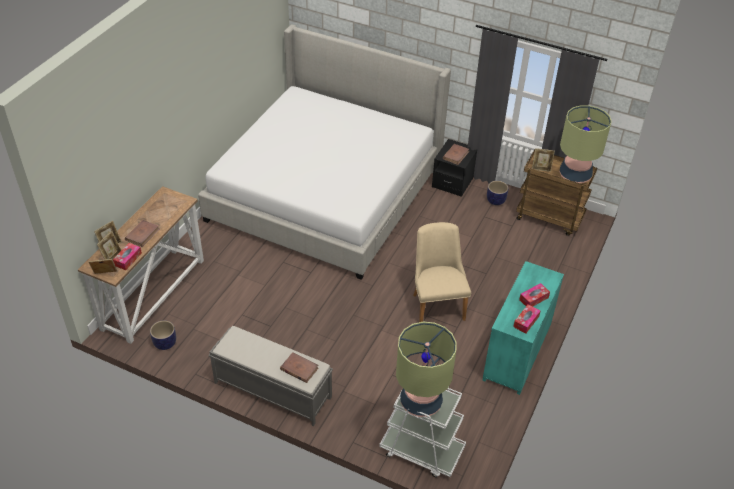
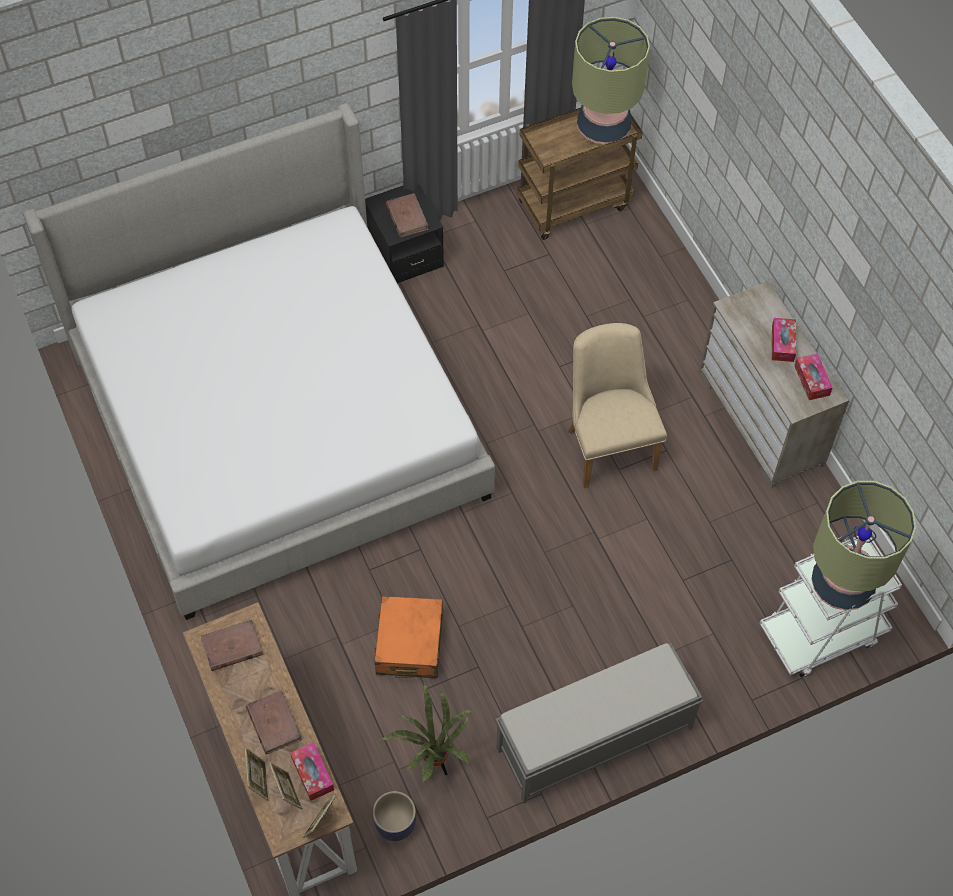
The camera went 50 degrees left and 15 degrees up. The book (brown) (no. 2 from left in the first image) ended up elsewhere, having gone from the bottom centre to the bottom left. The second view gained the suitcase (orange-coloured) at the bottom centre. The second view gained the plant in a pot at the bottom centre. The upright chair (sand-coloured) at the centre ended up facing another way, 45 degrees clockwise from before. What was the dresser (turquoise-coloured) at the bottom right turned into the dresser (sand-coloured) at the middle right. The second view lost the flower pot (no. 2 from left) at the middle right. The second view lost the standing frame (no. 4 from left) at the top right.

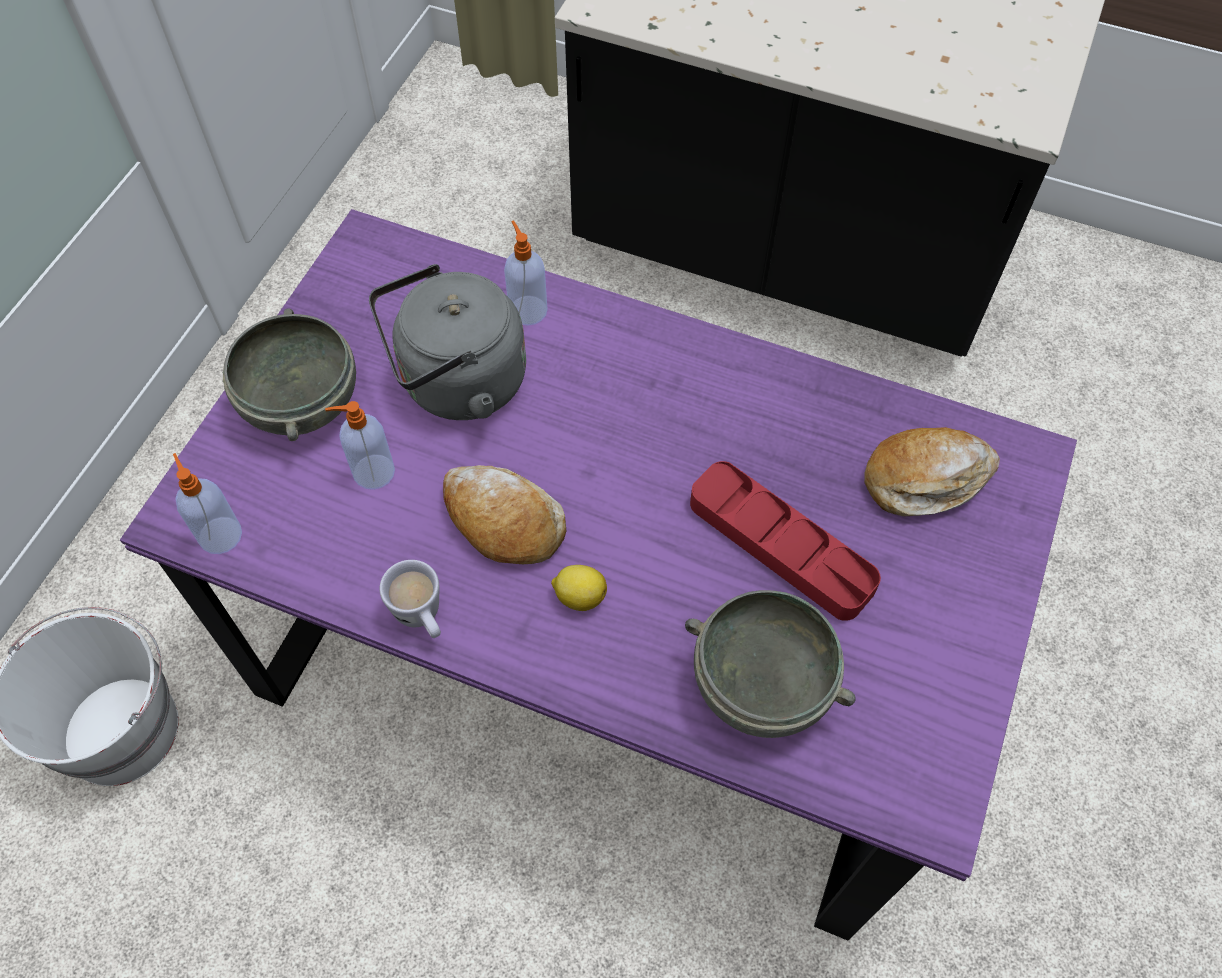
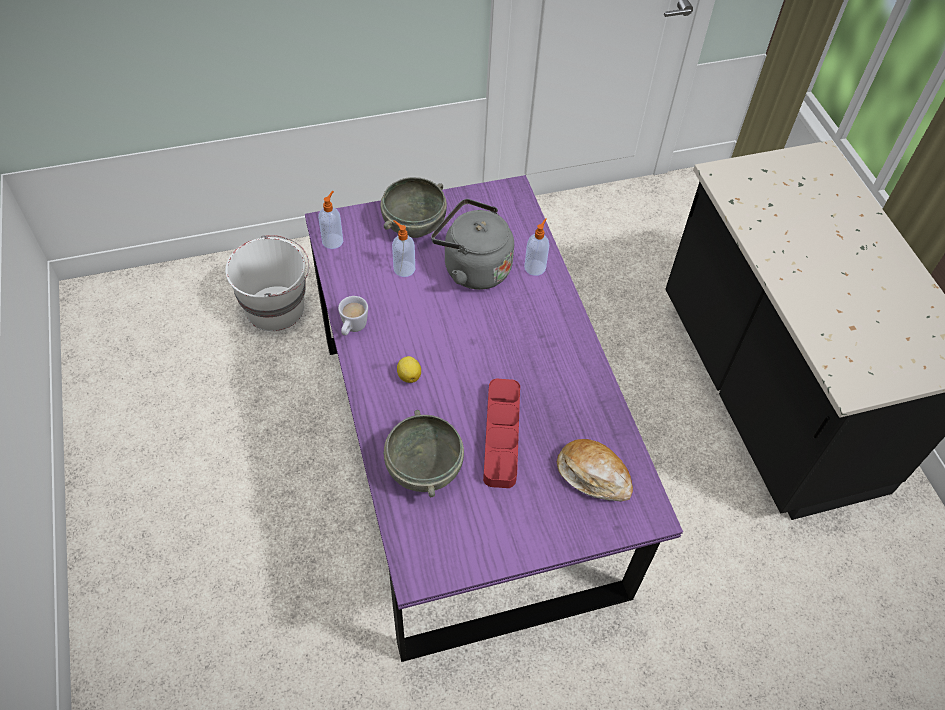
The camera went 50 degrees right and 5 degrees down. The second view lost the bakery bread (no. 1 from left) at the centre.

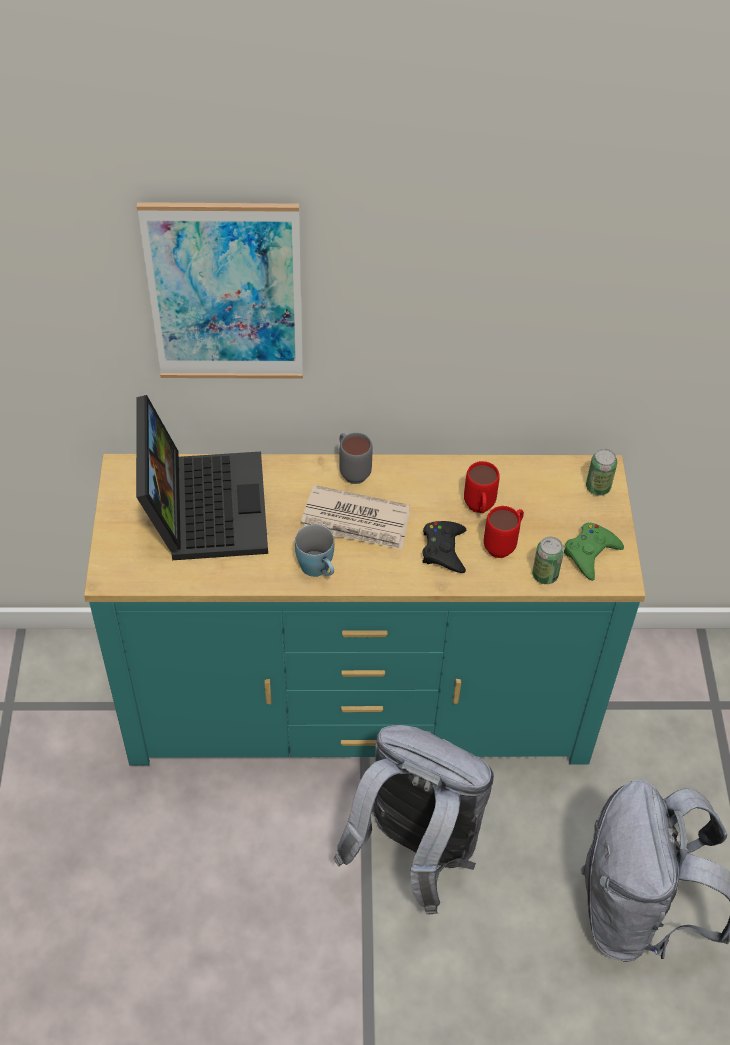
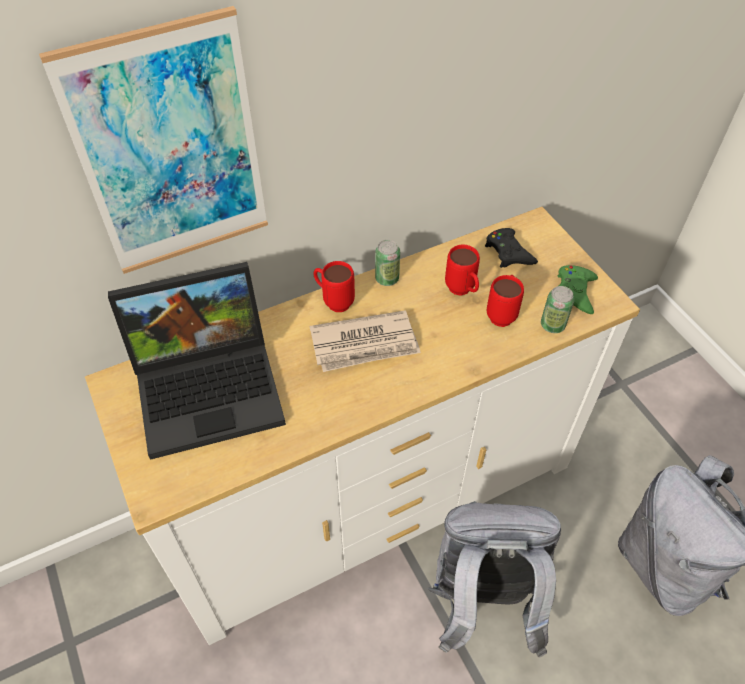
The camera went 25 degrees left and 0 degrees up. What was the dresser (turquoise-coloured) at the centre turned into the dresser (white) at the centre. The laptop at the middle left ended up facing another way, 105 degrees clockwise from before. What was the mug (greyish) at the centre turned into the mug (red-coloured) (no. 1 from left) at the centre. The can (no. 2 from left in the first image) ended up elsewhere, having gone from the middle right to the centre. The game controller (black) ended up elsewhere, having gone from the centre to the middle right. The second view lost the mug (blue) at the centre.

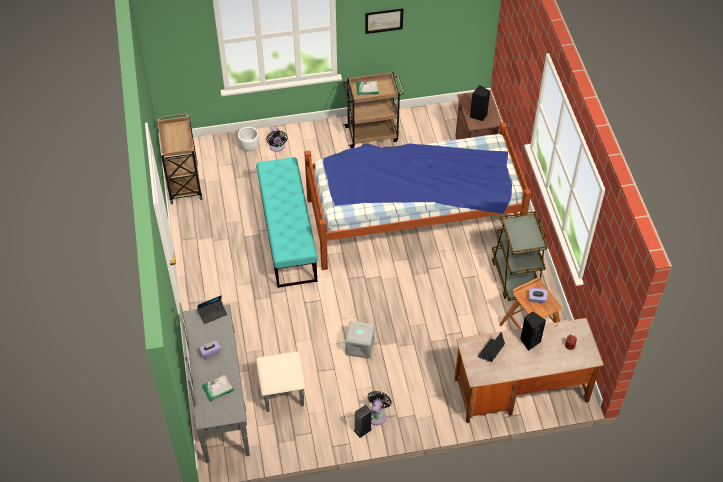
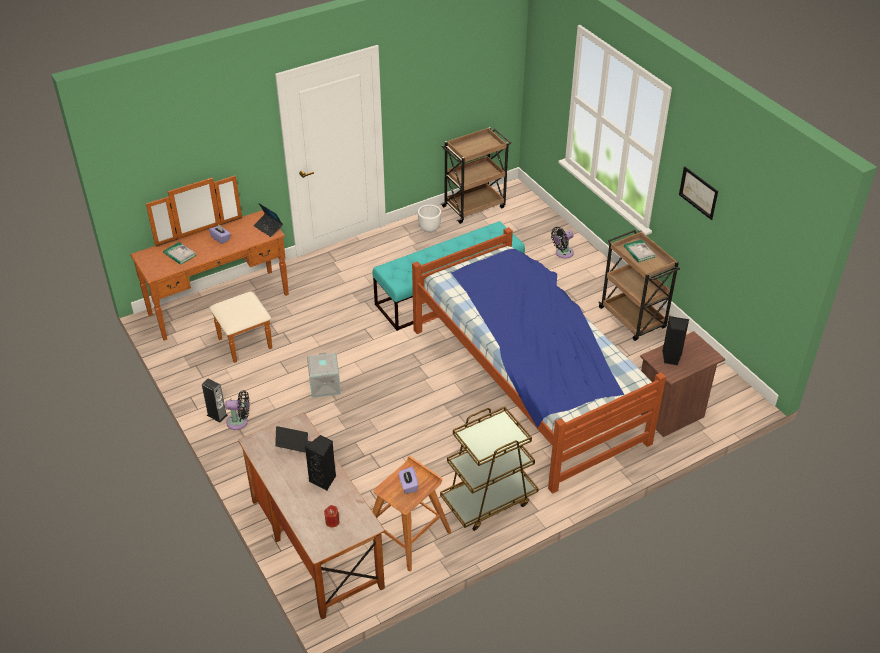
The camera went 70 degrees right and 10 degrees down. What was the dresser (greyish) at the bottom centre turned into the dresser (brown) at the middle left. The flower pot (white) ended up elsewhere, having gone from the top centre to the centre.

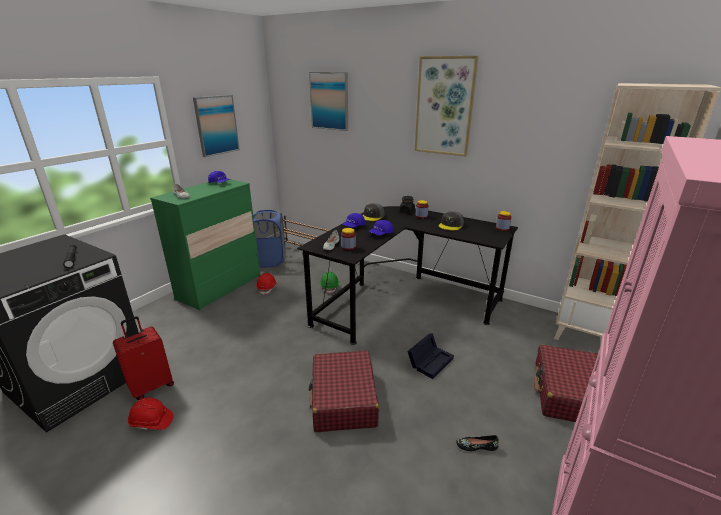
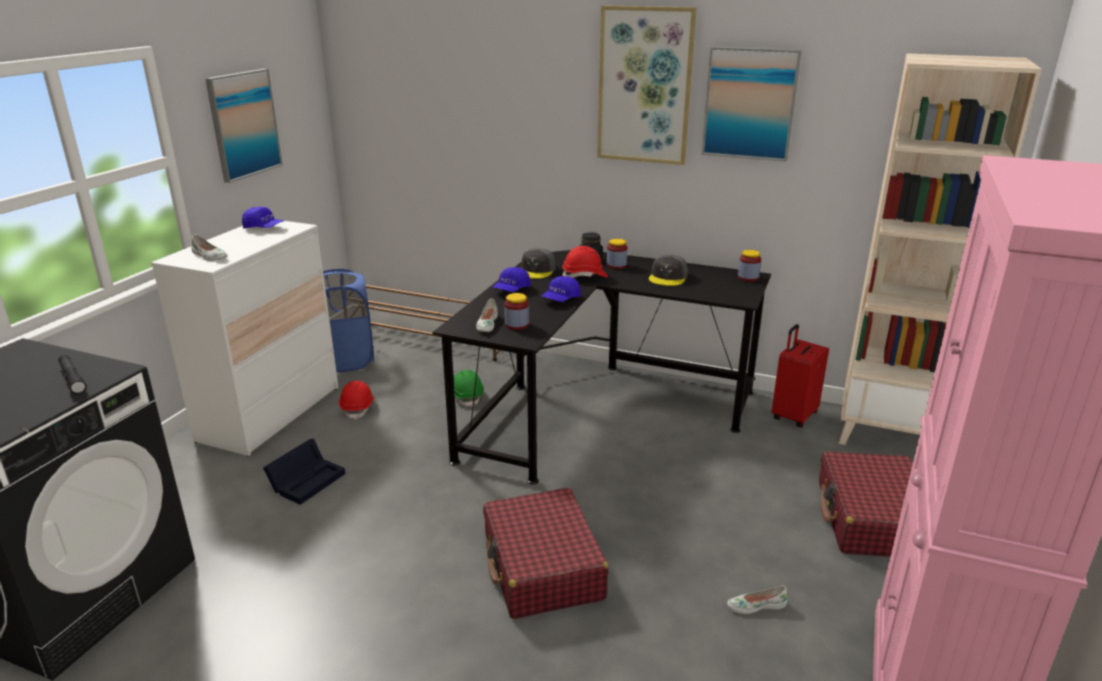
The camera went 10 degrees left and 0 degrees up. What was the dresser (greenish) at the middle left turned into the dresser (white) at the middle left. The storage bin (black) ended up elsewhere, having gone from the bottom centre to the bottom left. The safety helmet (red-coloured) (no. 1 from left in the first image) ended up elsewhere, having gone from the bottom left to the centre. The picture (no. 2 from left in the first image) ended up elsewhere, having gone from the top centre to the top right. What was the low shoe (black) at the bottom centre turned into the low shoe (white) (no. 3 from left) at the bottom right. The suitcase (red-coloured) (no. 1 from left in the first image) ended up elsewhere, having gone from the bottom left to the middle right.

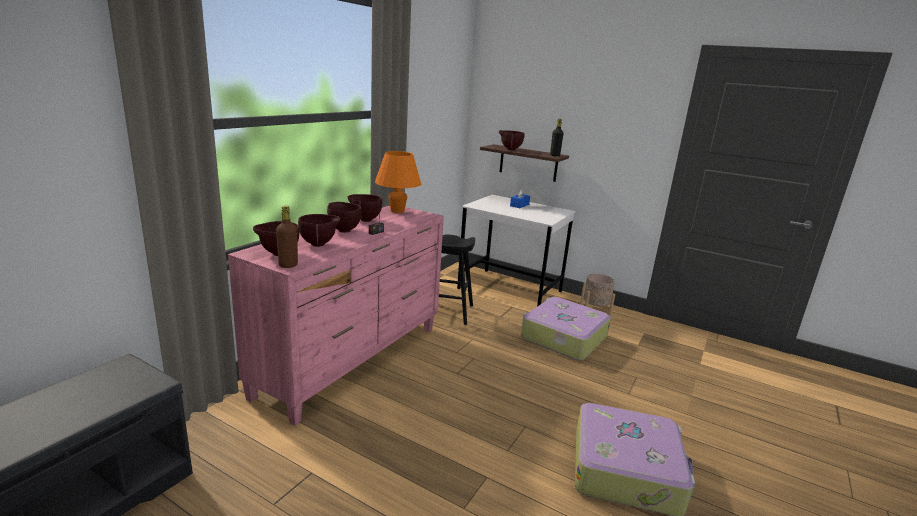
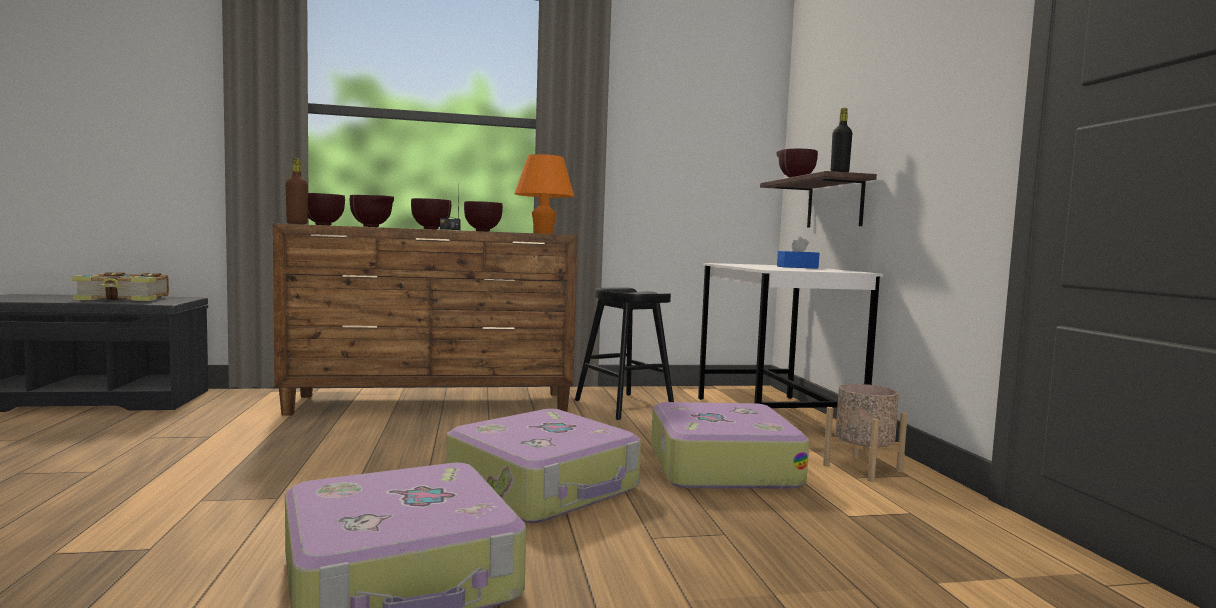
The camera went 50 degrees right and 15 degrees down. The second view gained the book at the middle left. What was the dresser (pinkish) at the centre turned into the dresser (brown) at the centre. The second view gained the suitcase (no. 2 from left) at the bottom centre.

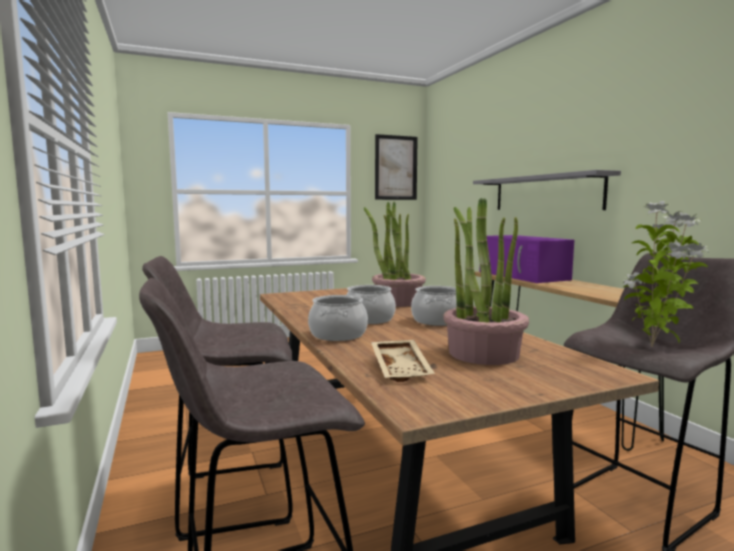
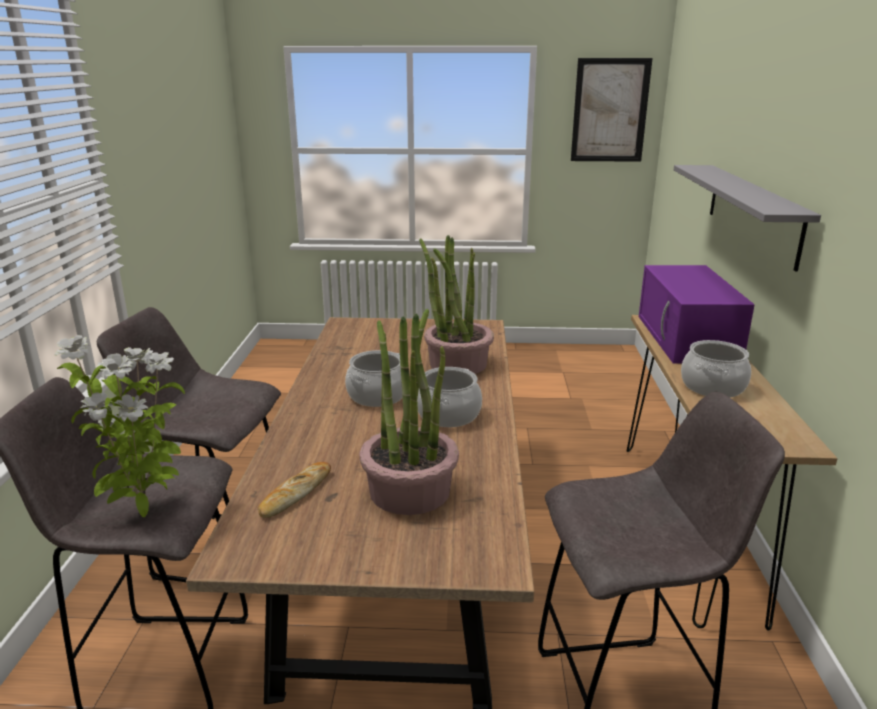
The camera went 25 degrees right and 15 degrees up. The plant in a pot (no. 3 from left in the first image) ended up elsewhere, having gone from the middle right to the middle left. Where the serving tray (sand-coloured) stood at the centre, the bakery bread came to stand at the bottom centre. The stockpot (no. 1 from left in the first image) ended up elsewhere, having gone from the centre to the middle right.

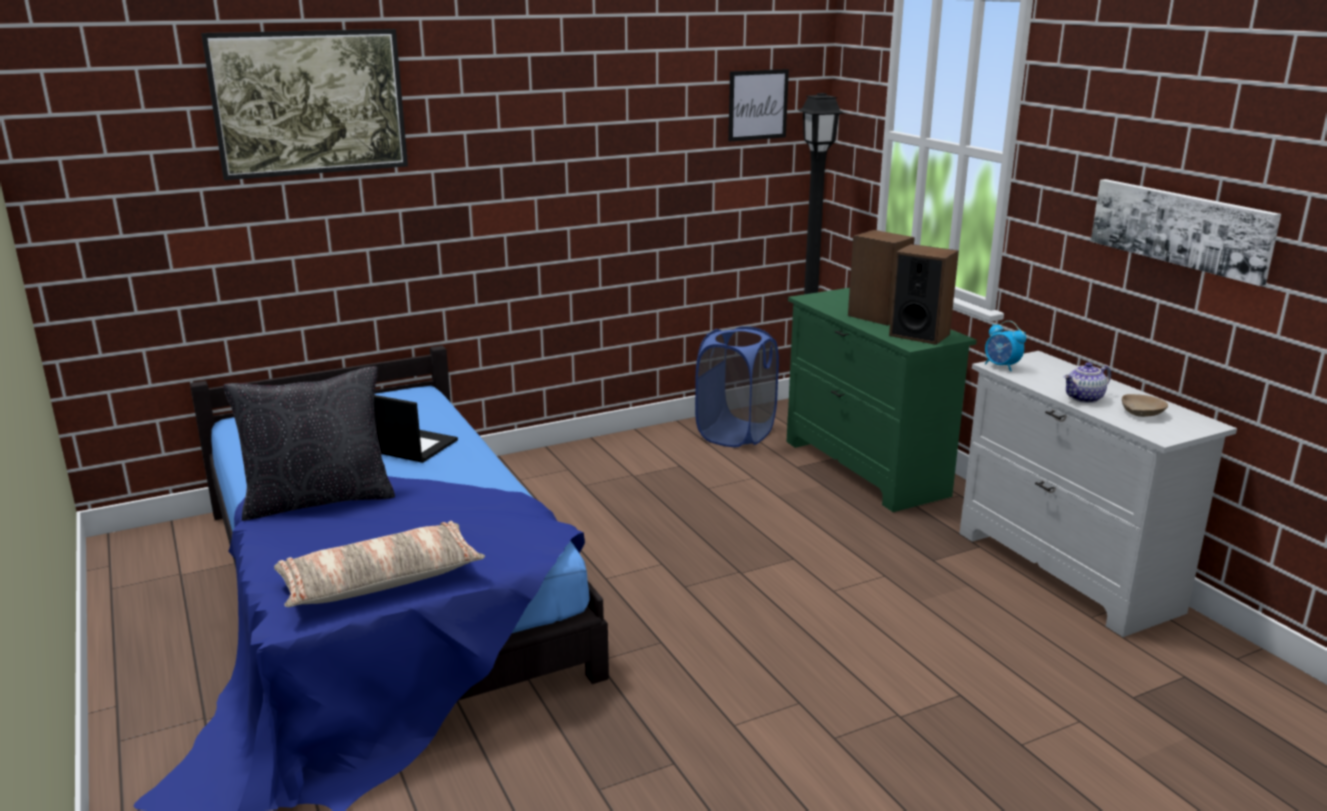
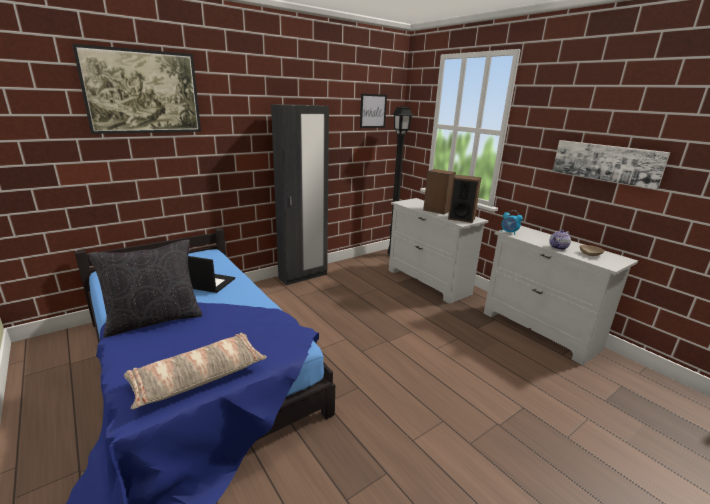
The camera went 10 degrees left and 0 degrees up. The second view gained the clothes cupboard (black) at the centre. What was the dresser (greenish) at the centre turned into the dresser (white) (no. 1 from left) at the centre. The second view lost the hamper (blue) at the centre.

